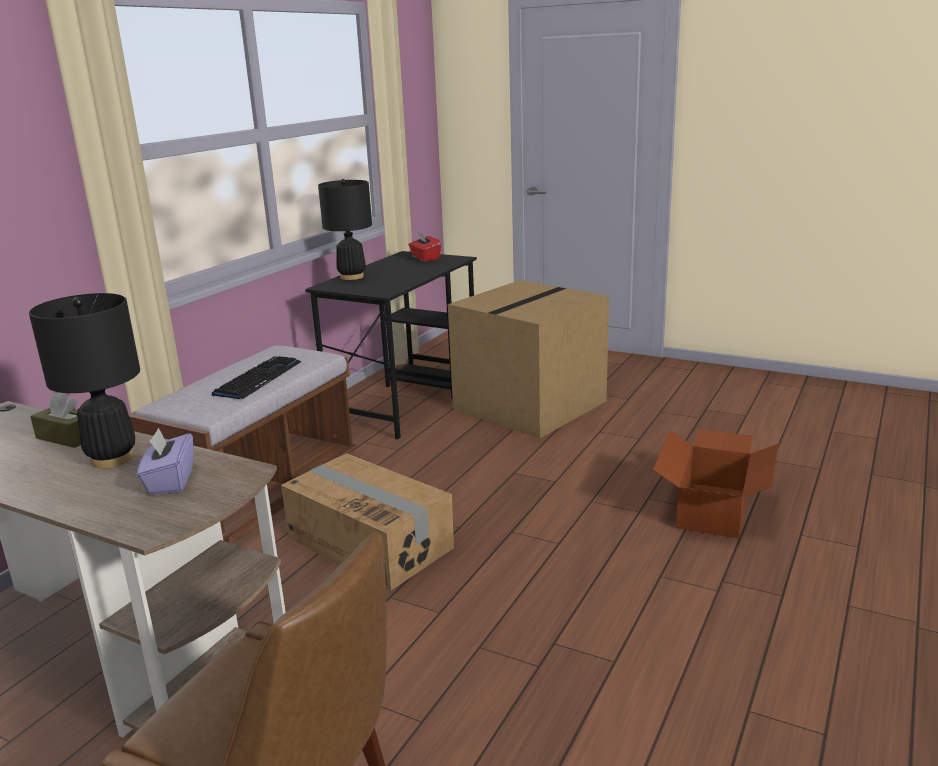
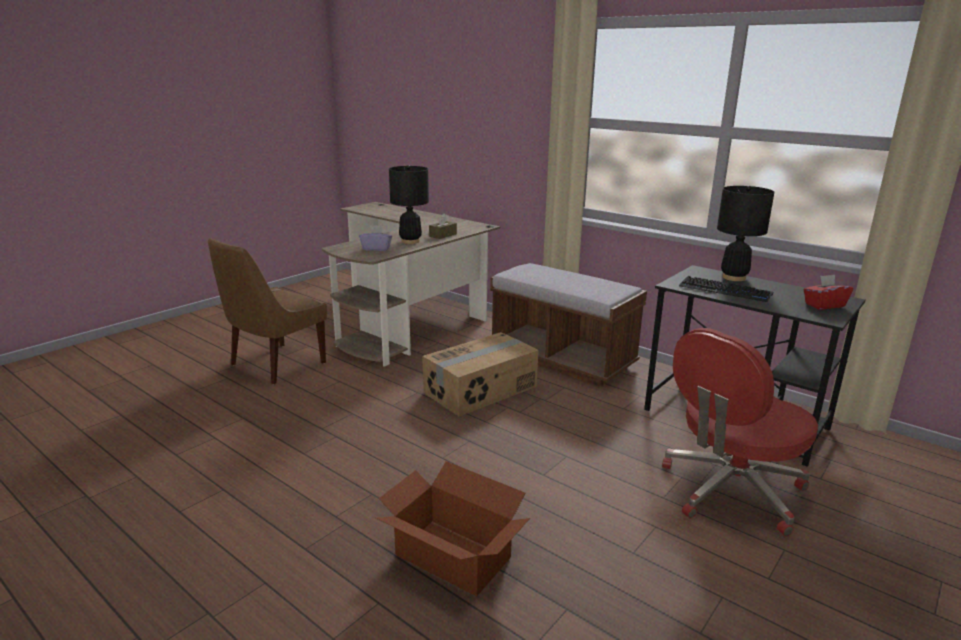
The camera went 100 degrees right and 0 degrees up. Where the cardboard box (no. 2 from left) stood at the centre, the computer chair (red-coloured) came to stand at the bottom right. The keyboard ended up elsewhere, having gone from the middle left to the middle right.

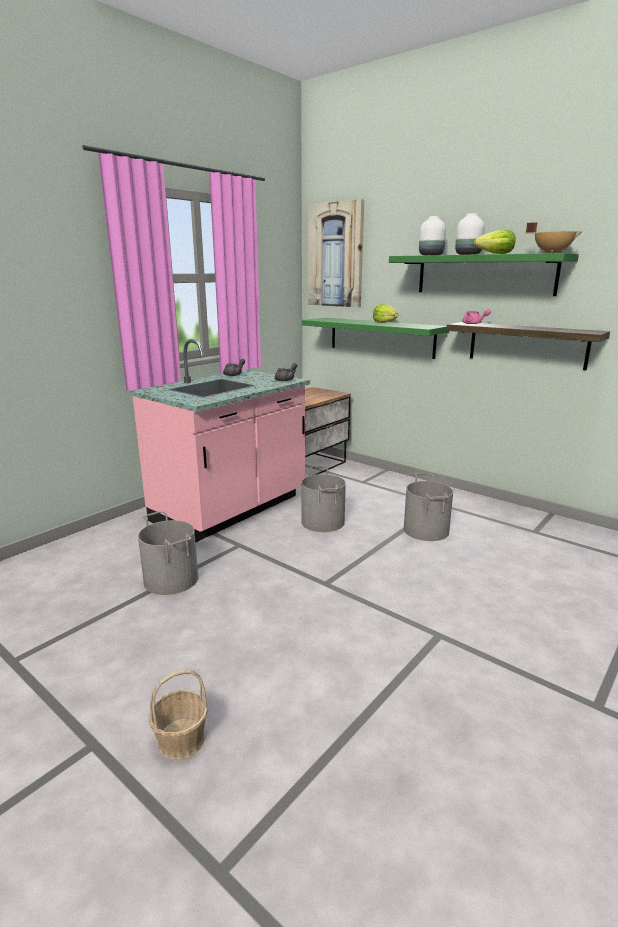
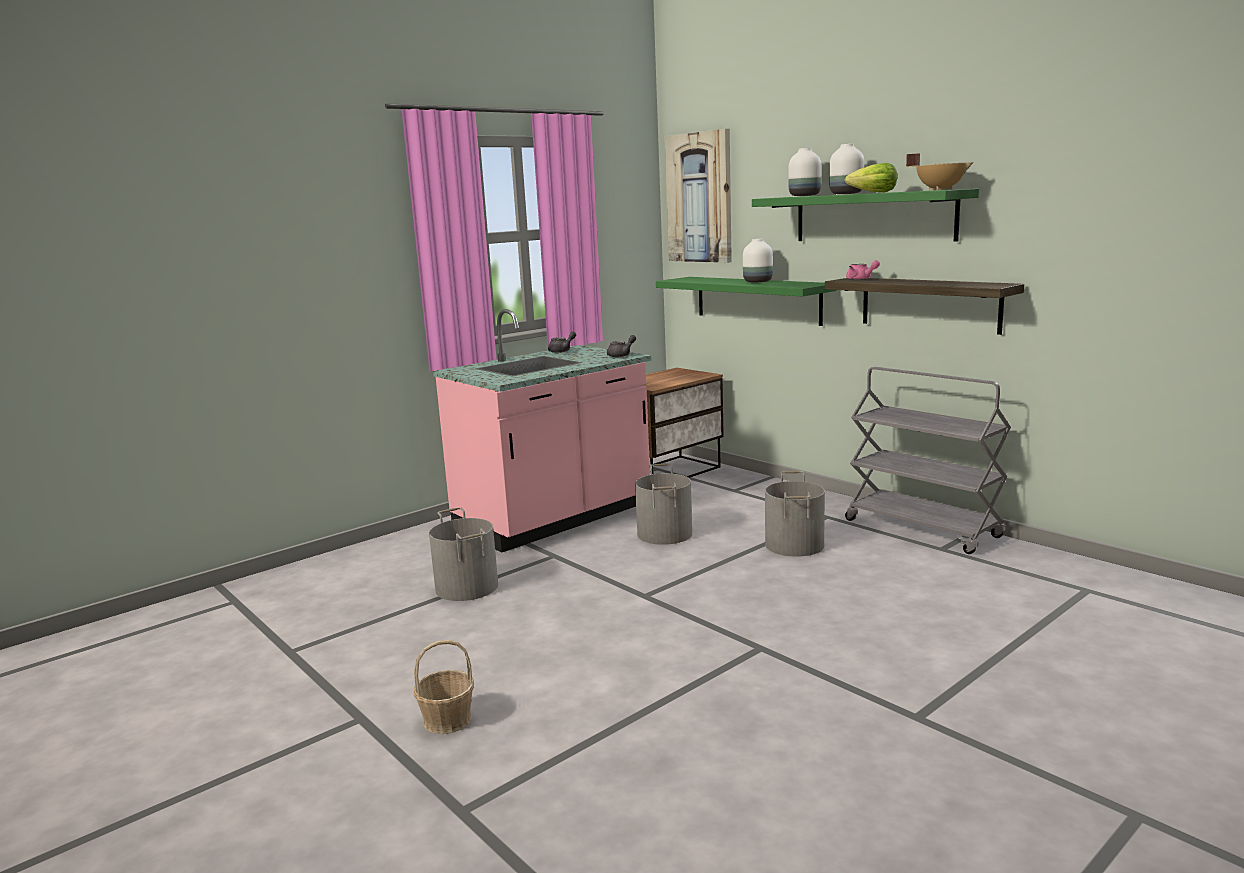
The camera went 10 degrees right and 5 degrees down. Where the lettuce head (no. 1 from left) stood at the centre, the vase (white) (no. 1 from left) came to stand at the top centre. The second view gained the wheeled cart (greyish) at the middle right.

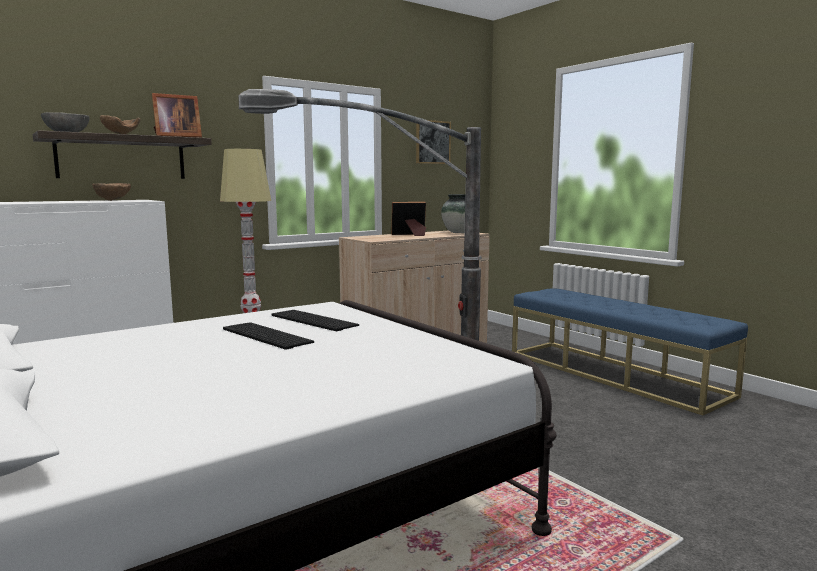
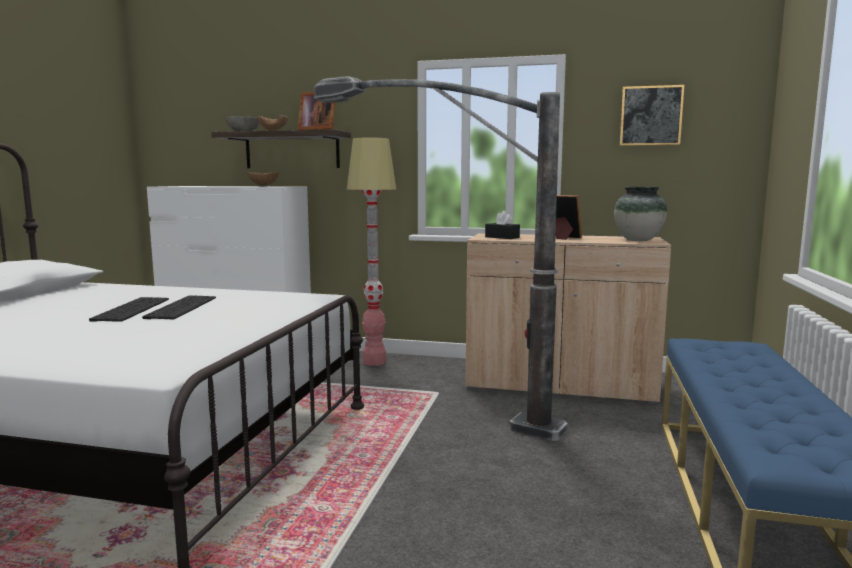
The camera went 50 degrees right and 0 degrees up. The keyboard (no. 2 from left in the first image) ended up elsewhere, having gone from the centre to the middle left. The second view gained the tissue box (black) at the centre.

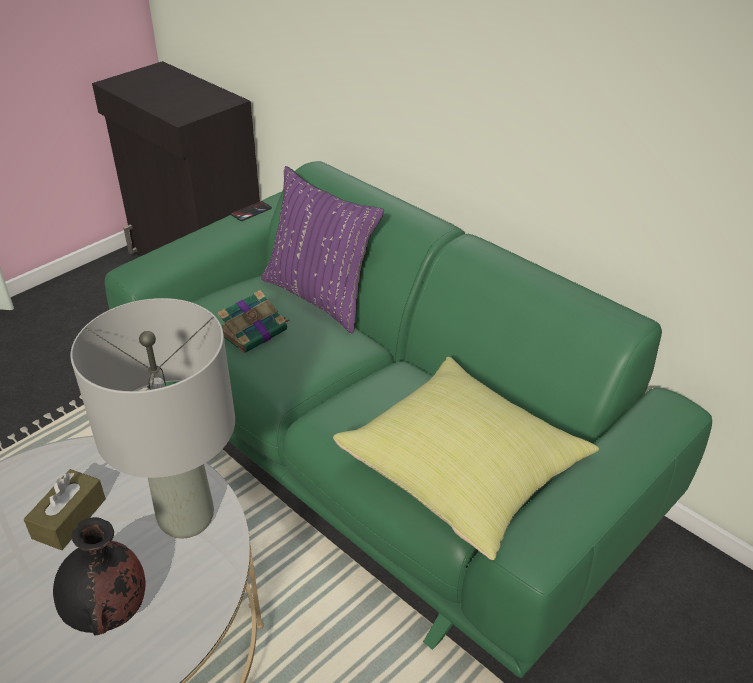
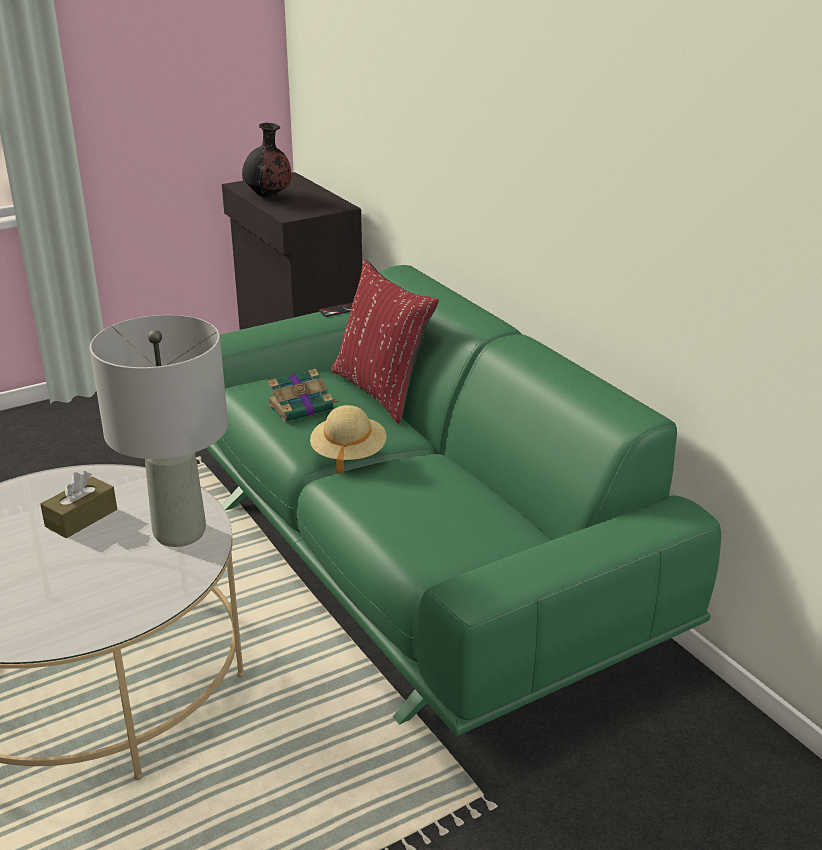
The camera went 15 degrees right and 10 degrees down. The vase (black) ended up elsewhere, having gone from the bottom left to the top left. The second view gained the clothing hat (sand-coloured) at the centre. What was the throw pillow (purple-coloured) at the centre turned into the throw pillow (red-coloured) at the centre. The second view lost the throw pillow (yellow) at the bottom centre.

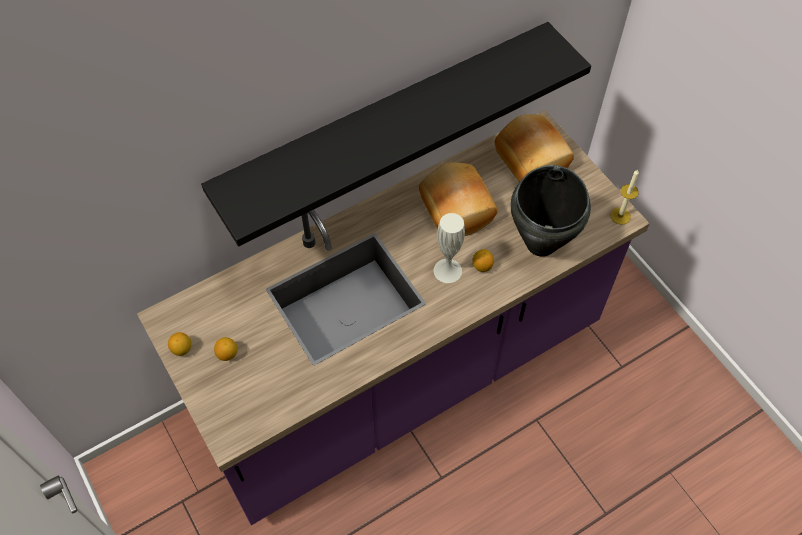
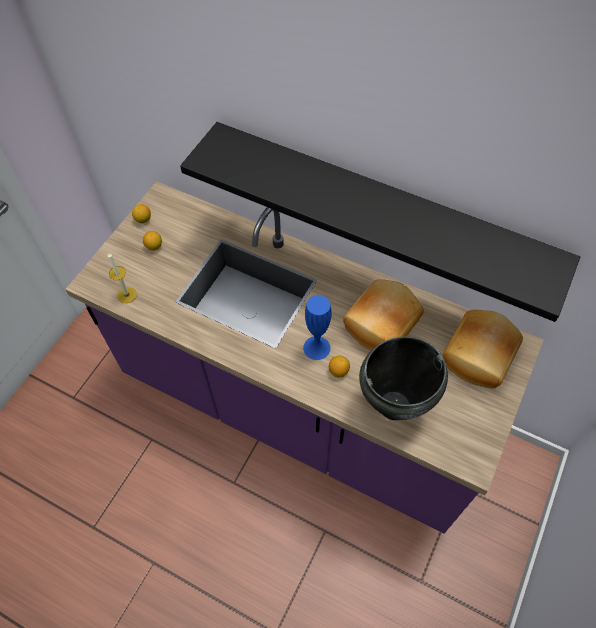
The camera went 60 degrees right and 0 degrees up. The candle ended up elsewhere, having gone from the middle right to the middle left. What was the vase (white) at the centre turned into the vase (blue) at the centre.

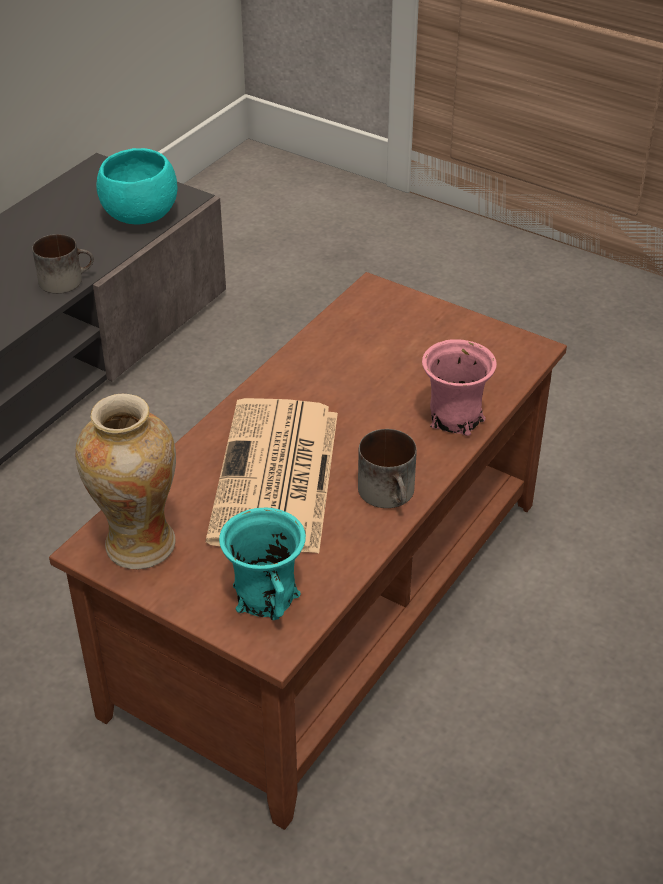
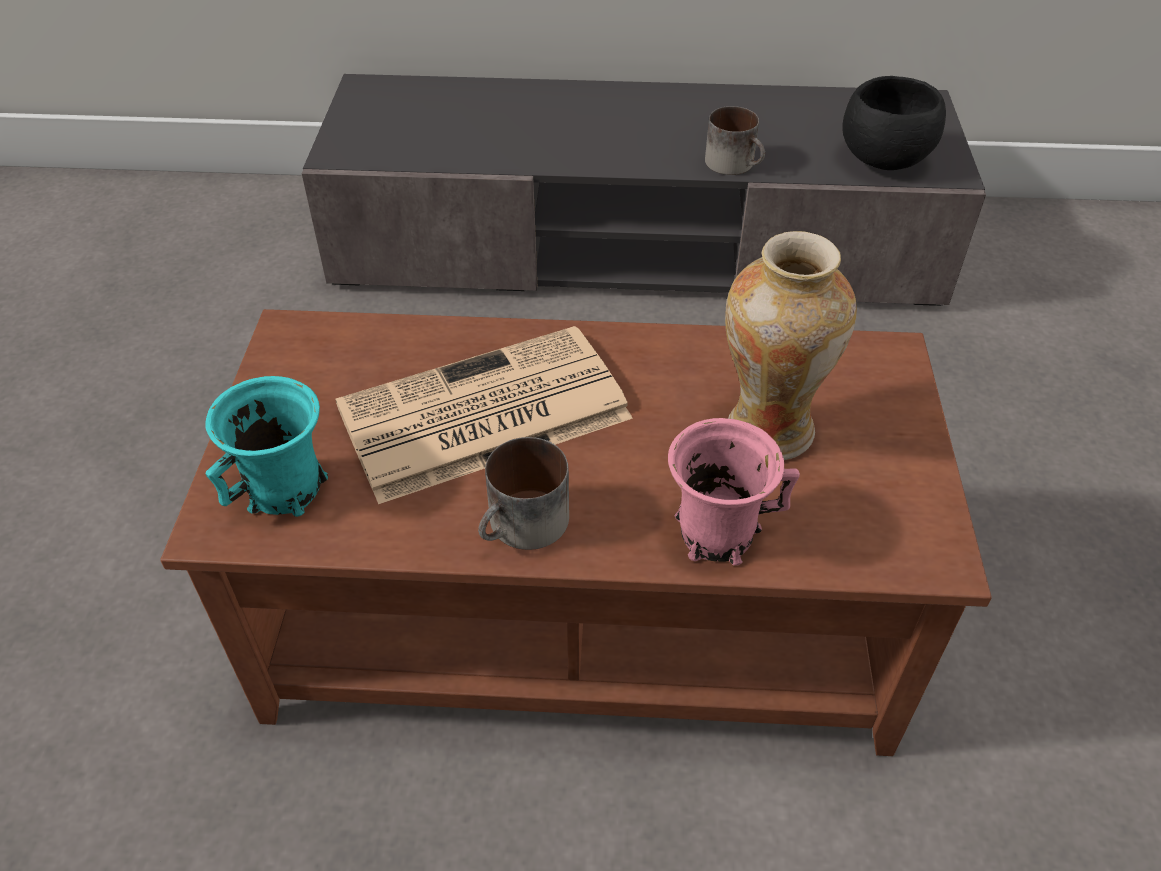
The camera went 60 degrees right and 5 degrees up. The vase ended up elsewhere, having gone from the middle left to the middle right. What was the bowl (turquoise-coloured) at the top left turned into the bowl (black) at the top right.

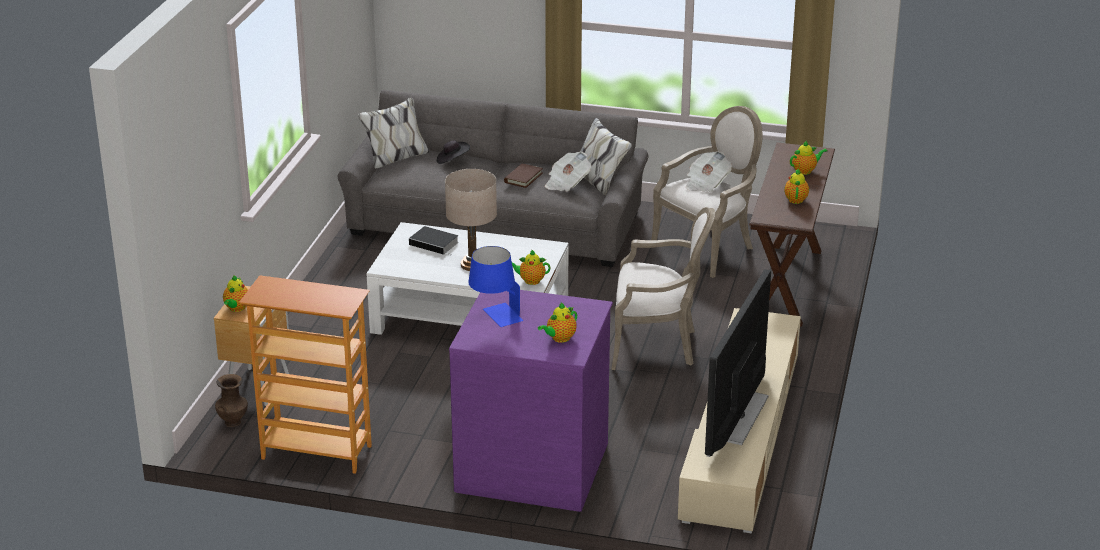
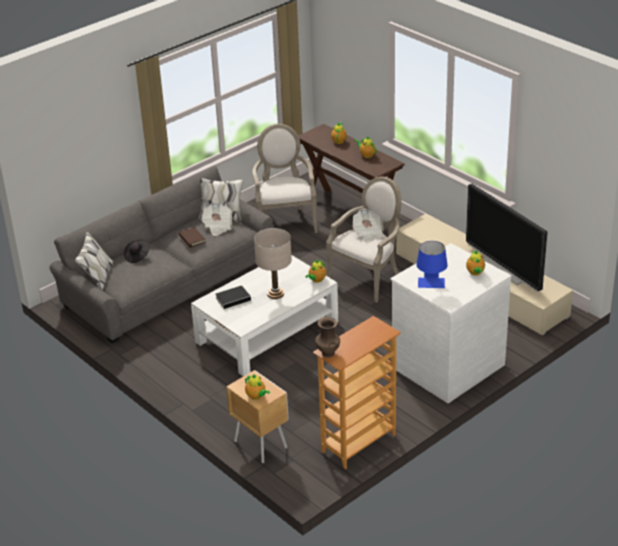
The camera went 55 degrees left and 5 degrees up. The vase (brown) ended up elsewhere, having gone from the bottom left to the centre. The newspaper (no. 2 from left) ended up elsewhere, having gone from the top centre to the centre. What was the dresser (purple-coloured) at the bottom centre turned into the dresser (white) at the middle right.

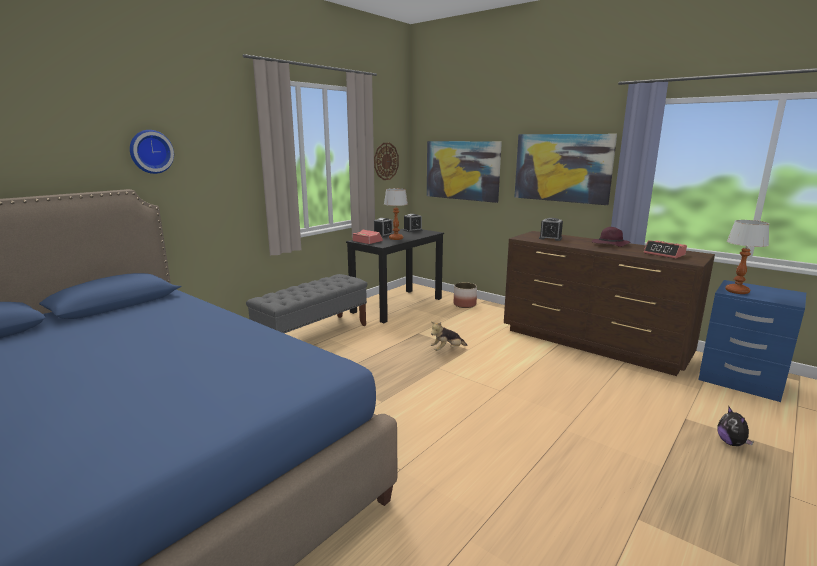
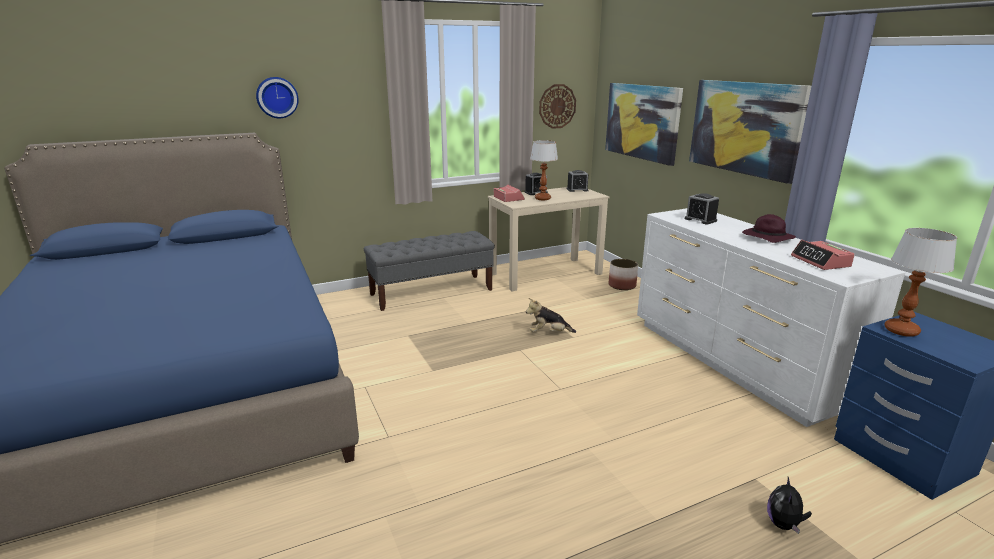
The camera went 25 degrees right and 5 degrees up. What was the desk (black) at the centre turned into the desk (sand-coloured) at the centre. What was the dresser (brown) at the middle right turned into the dresser (white) at the middle right.

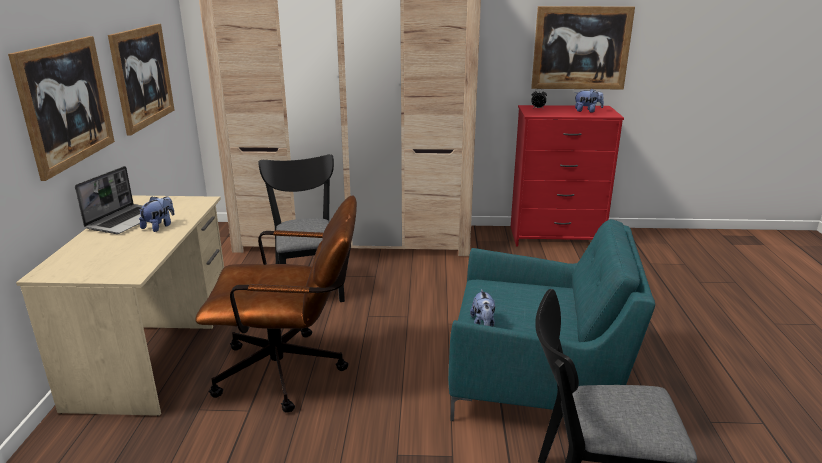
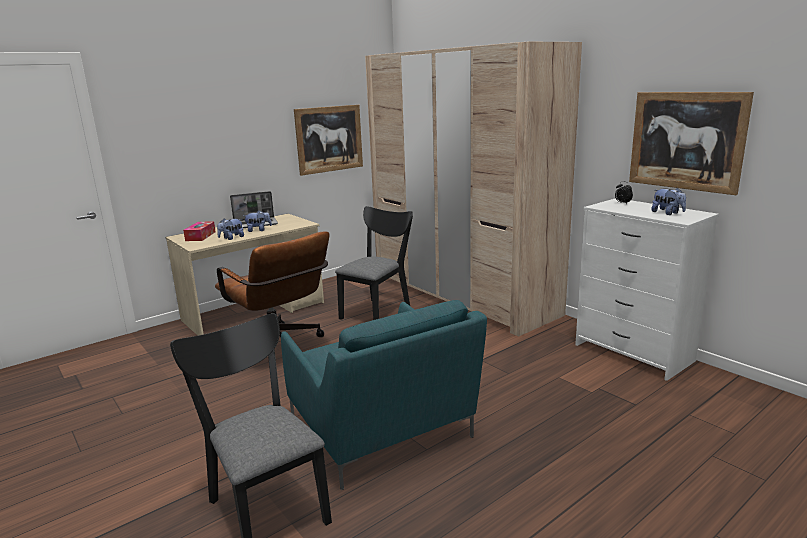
The camera went 50 degrees right and 5 degrees down. The second view gained the tissue box at the middle left. The cuddly toy (no. 2 from left in the first image) ended up elsewhere, having gone from the centre to the middle left. What was the dresser (red-coloured) at the middle right turned into the dresser (white) at the middle right. The second view lost the picture (no. 1 from left) at the top left.

